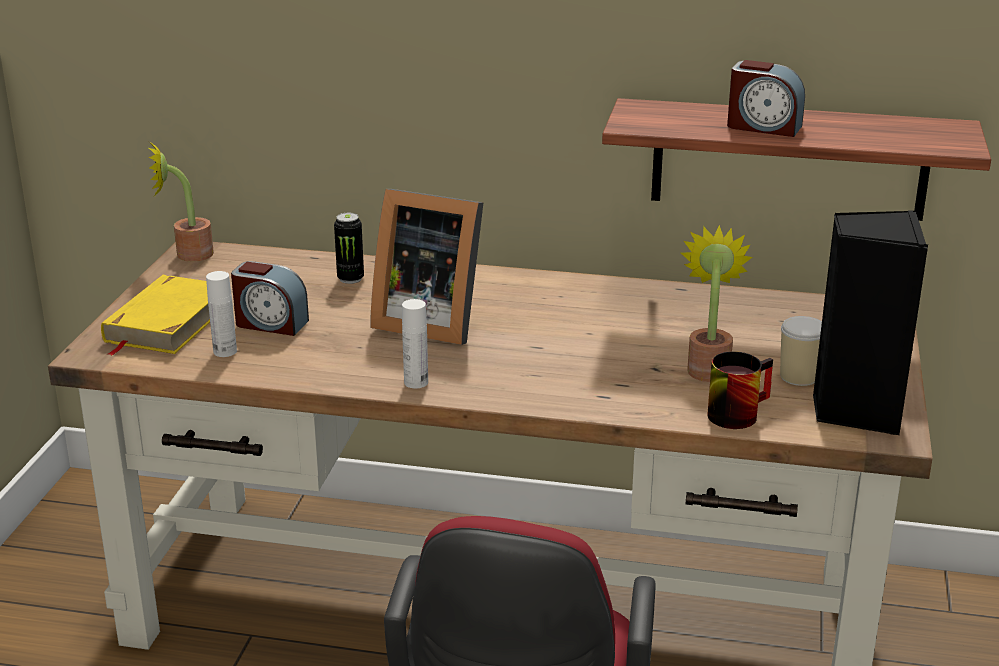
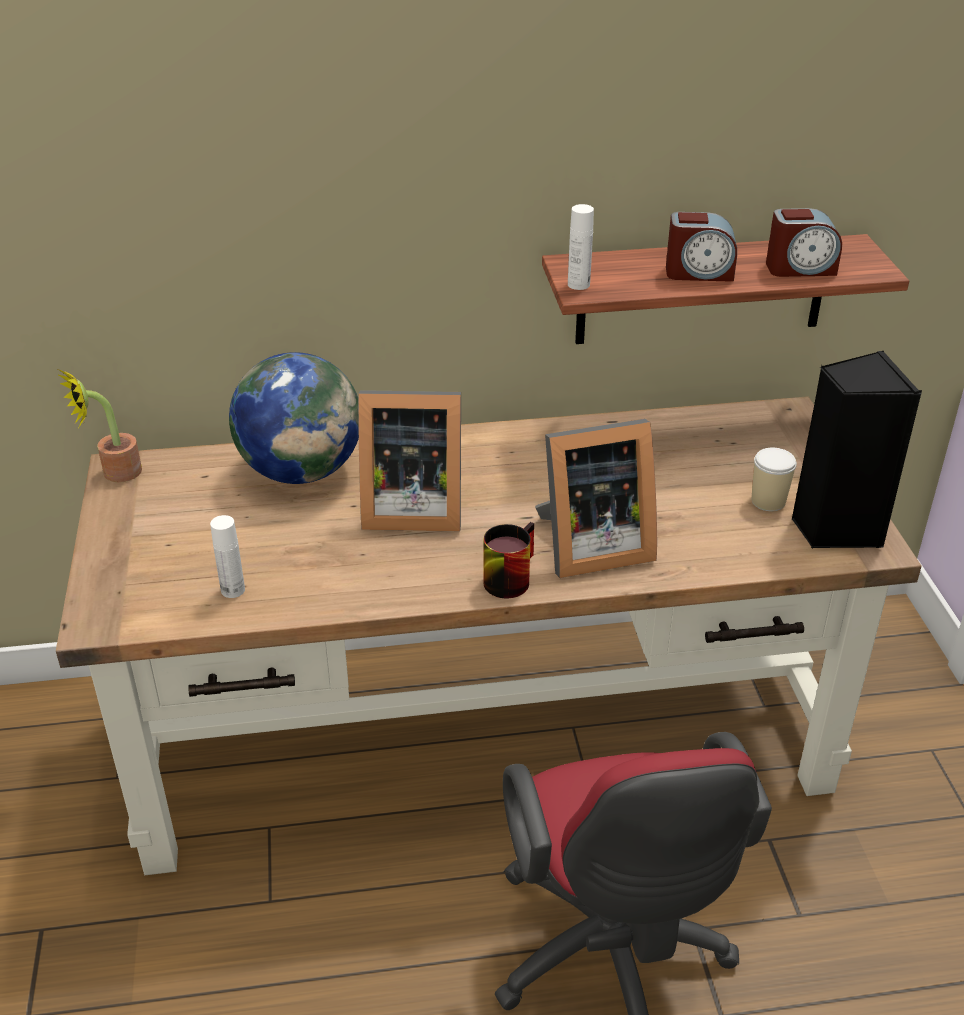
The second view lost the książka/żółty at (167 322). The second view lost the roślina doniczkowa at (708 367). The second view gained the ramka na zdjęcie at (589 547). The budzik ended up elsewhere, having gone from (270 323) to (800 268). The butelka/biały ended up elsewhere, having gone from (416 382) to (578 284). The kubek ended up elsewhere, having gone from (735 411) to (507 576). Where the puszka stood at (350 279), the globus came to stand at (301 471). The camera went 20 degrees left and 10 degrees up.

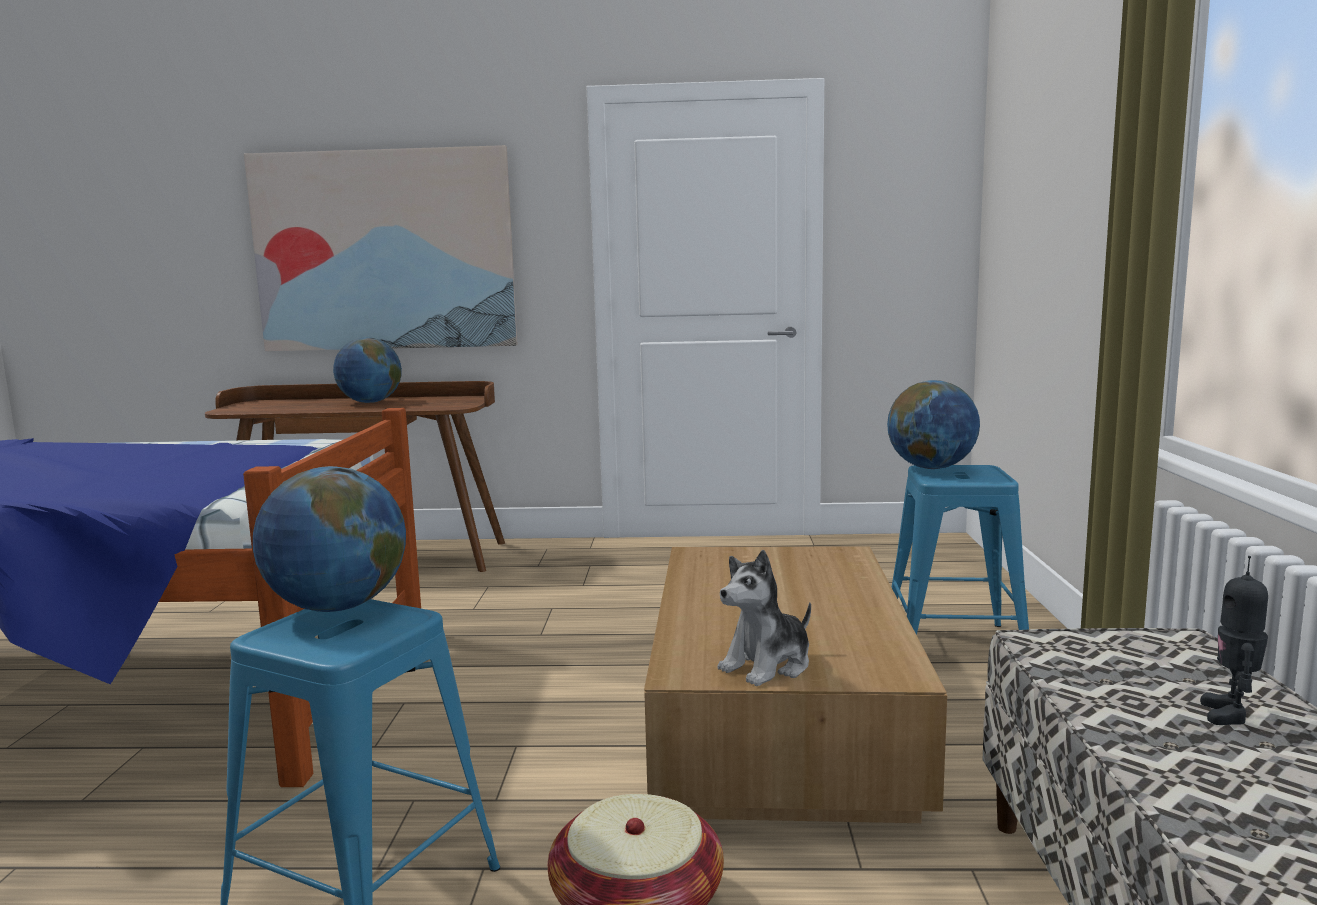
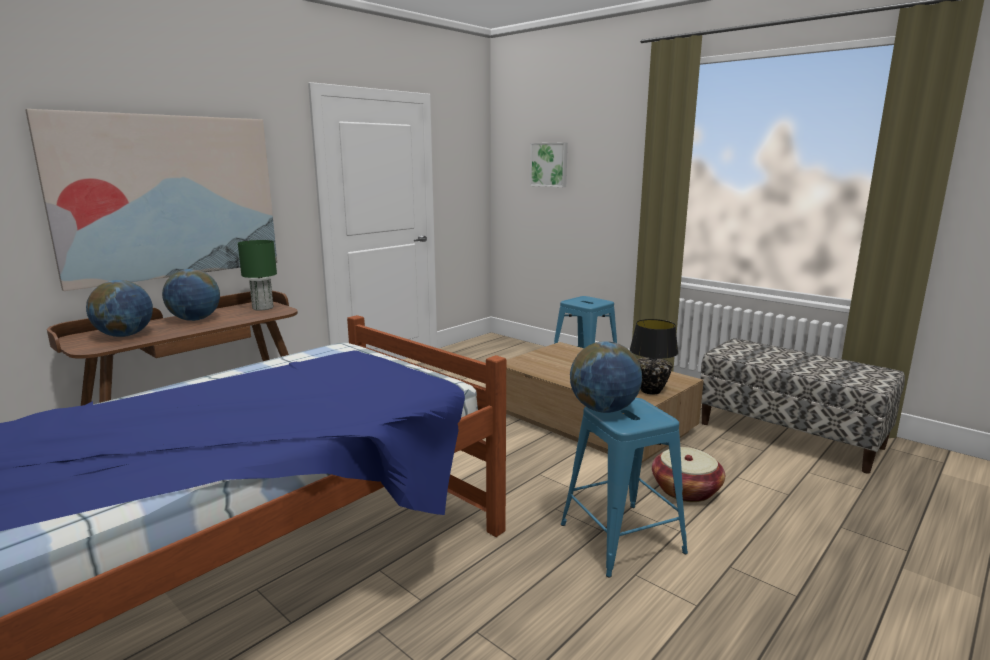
The second view lost the robot zabawkowy at (1230 715). The second view gained the lampa stołowa/zielony at (263 308). The second view gained the obraz at (549 164). The globus ended up elsewhere, having gone from (931 468) to (125 335). Where the pluszak stood at (768 666), the lampa stołowa/czarny came to stand at (650 390). The camera went 50 degrees left and 5 degrees up.

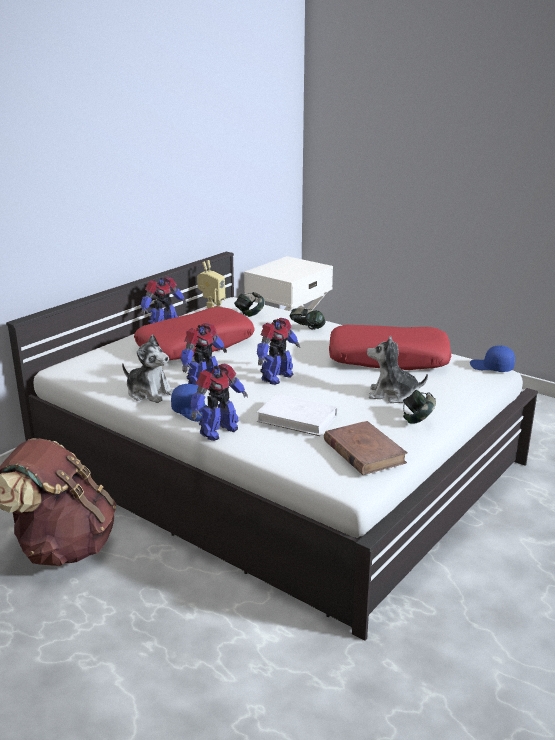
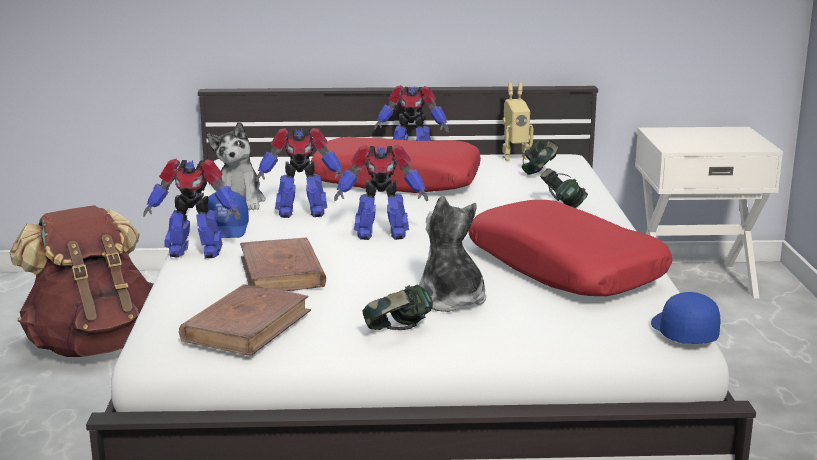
What was the książka/biały at (297 418) turned into the książka/brązowy at (281 272). The camera went 50 degrees right and 5 degrees down.

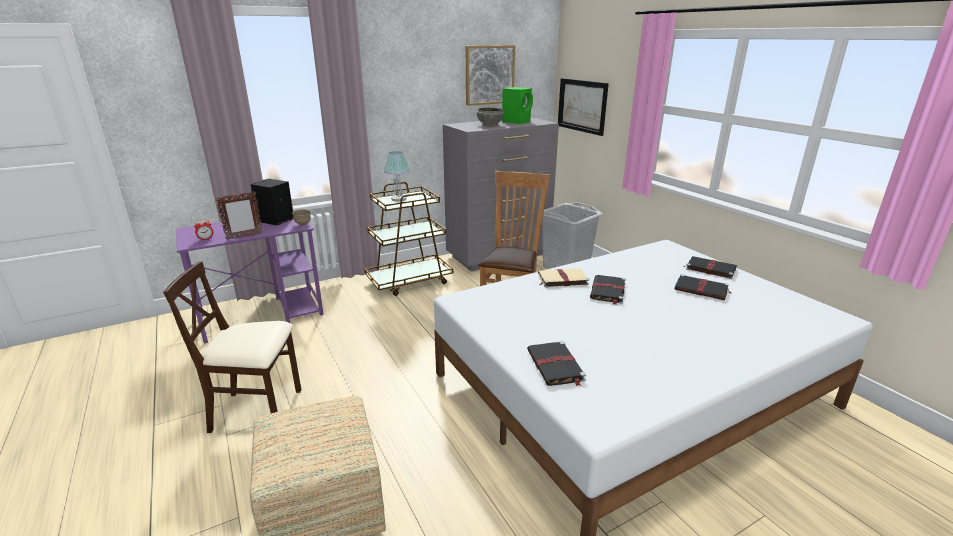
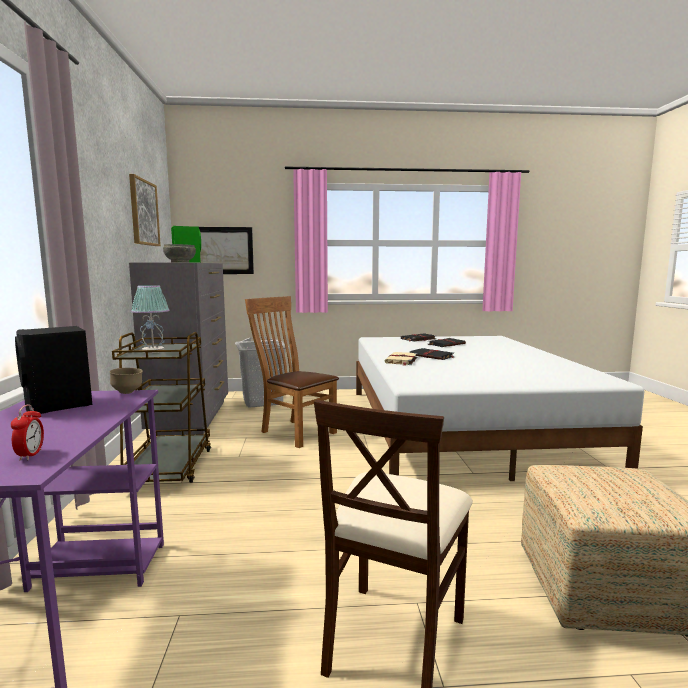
The second view lost the ramka na zdjęcie at (244 237). The second view lost the książka/czarny at (555 366). The camera went 65 degrees left and 15 degrees down.

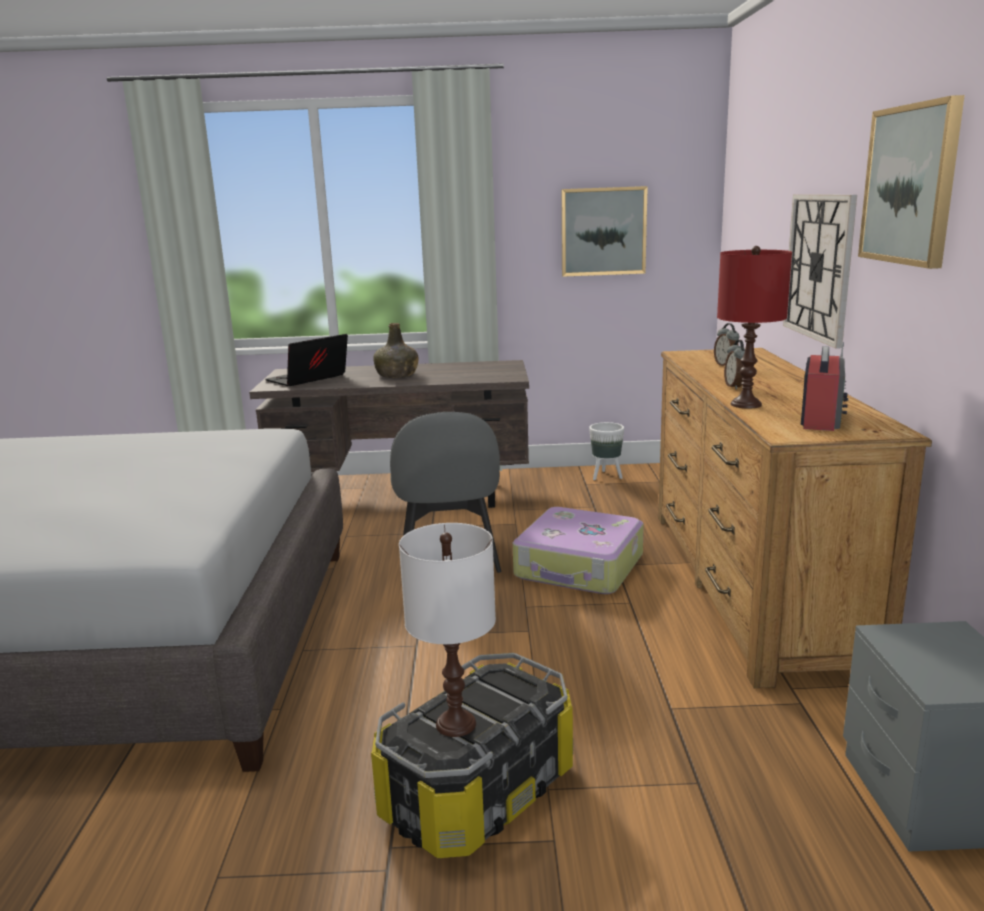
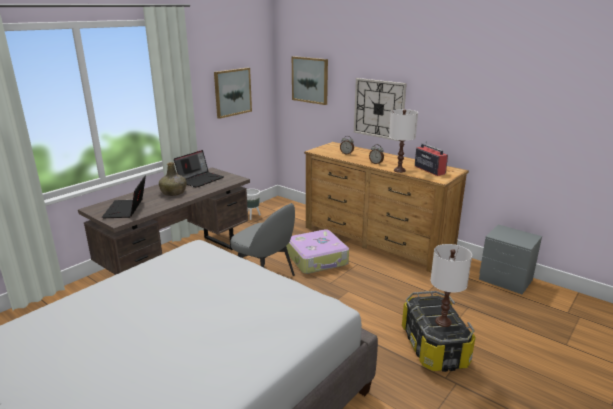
The second view gained the laptop at (200 179). The obraz ended up elsewhere, having gone from (910 185) to (310 80). What was the lampa stołowa/czerwony at (746 404) turned into the lampa stołowa/biały at (399 170). The camera went 50 degrees left and 5 degrees up.

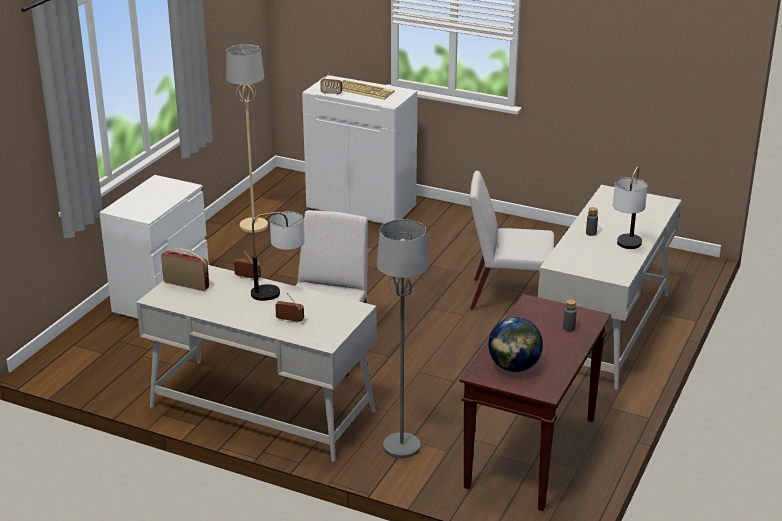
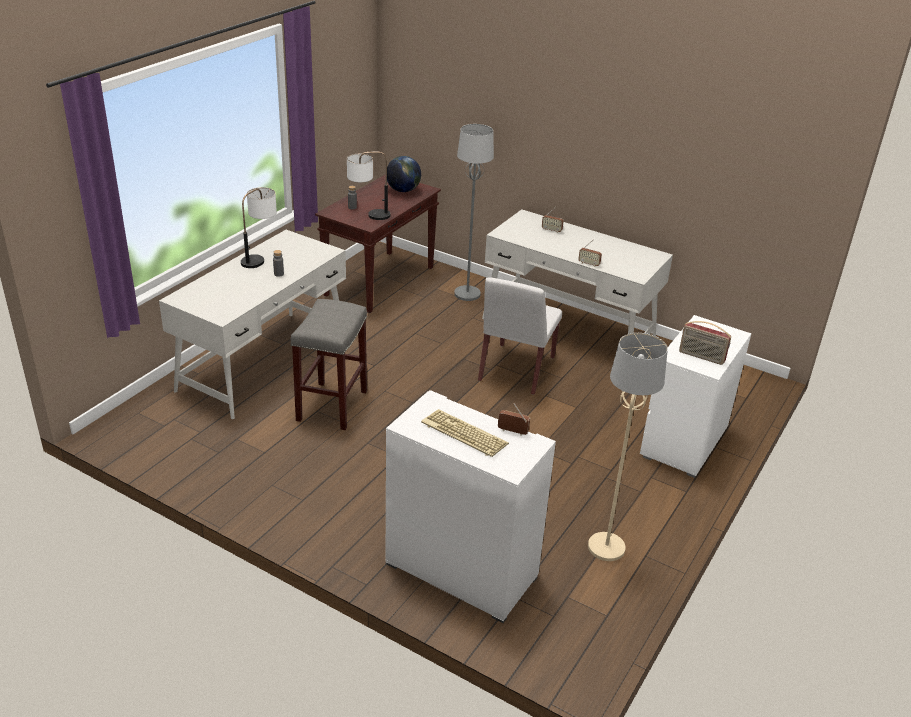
The radio ended up elsewhere, having gone from (187 284) to (701 357). The lampa stołowa ended up elsewhere, having gone from (279 292) to (368 216). Where the krzesło/biały stood at (508 296), the stołek/szary came to stand at (332 406). The camera went 175 degrees left and 5 degrees up.

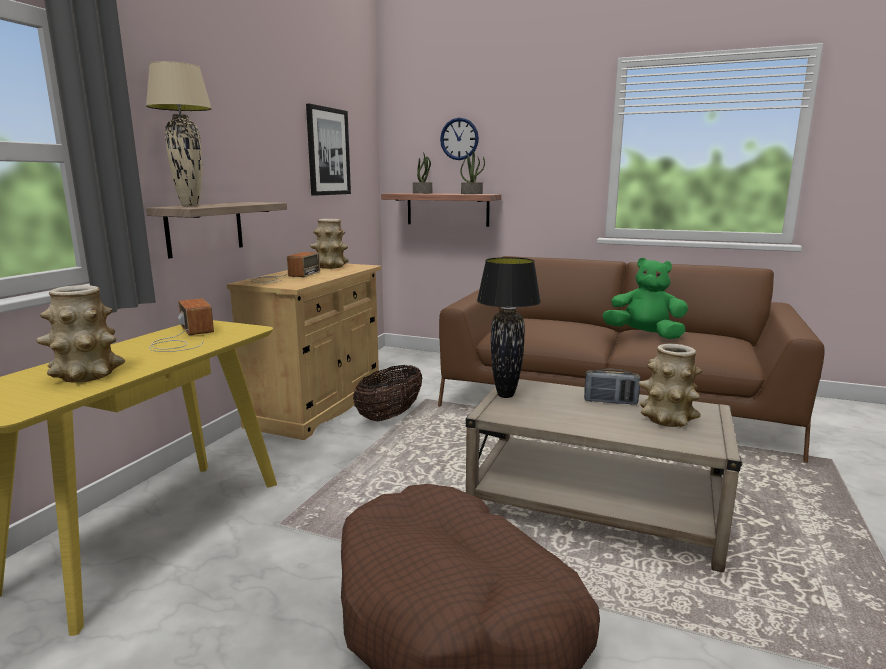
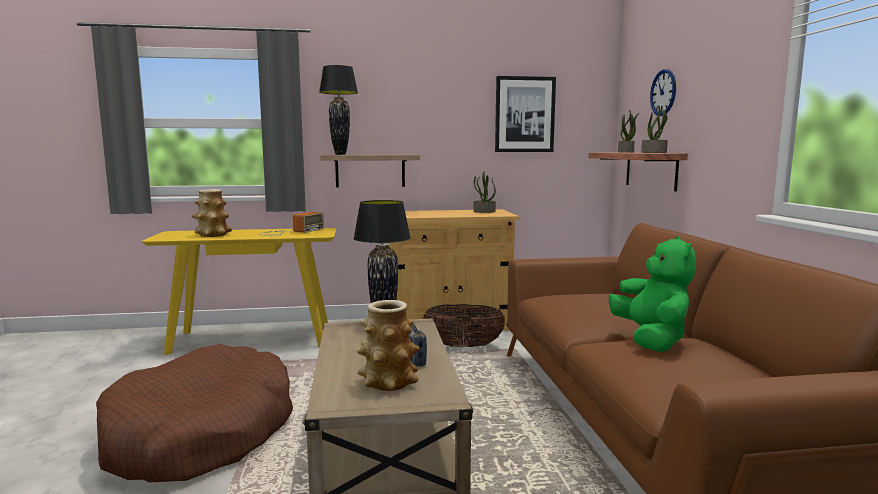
The second view lost the radio at (283 277). Where the wazon stood at (330 267), the roślina doniczkowa came to stand at (484 212). What was the lampa stołowa/beżowy at (189 206) turned into the lampa stołowa/czarny at (340 154). The camera went 60 degrees right and 5 degrees down.

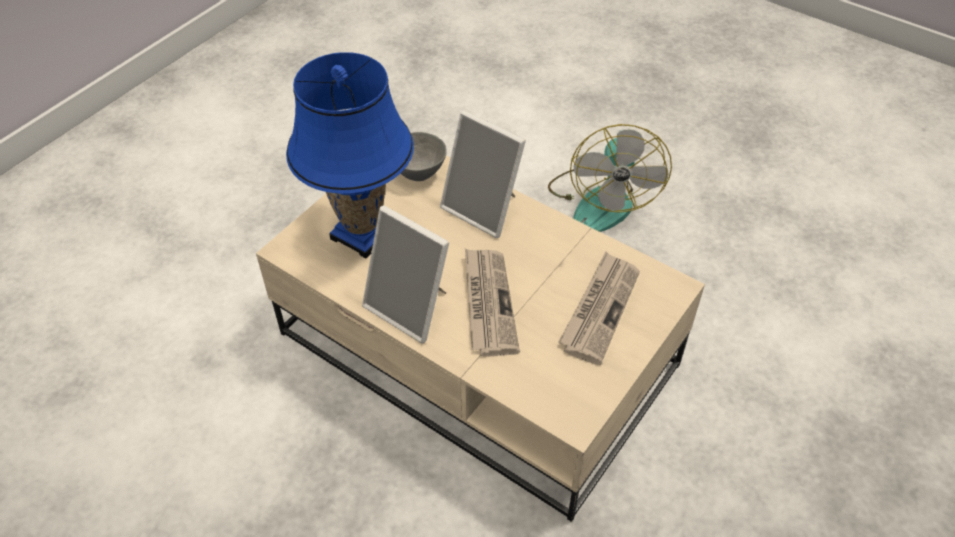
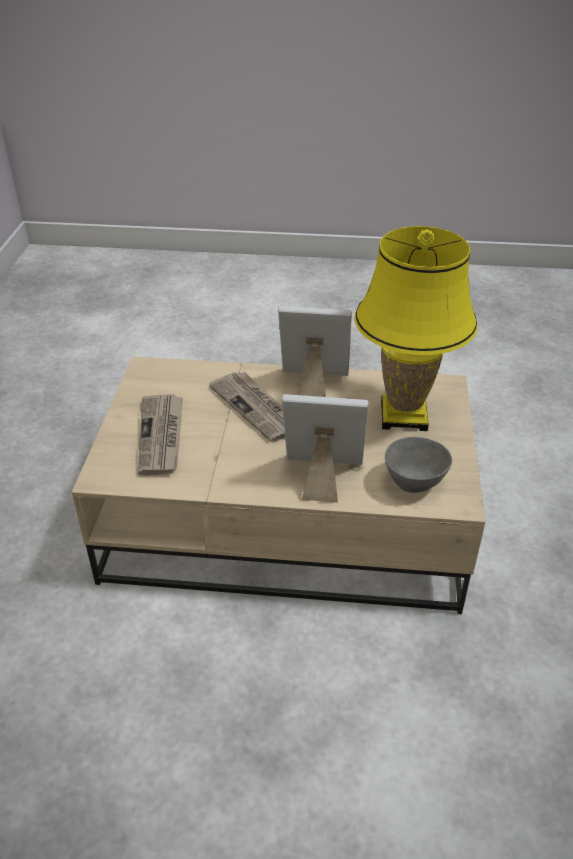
The second view lost the wentylator at (601 200). What was the lampa stołowa/niebieski at (362 234) turned into the lampa stołowa/żółty at (404 416). The camera went 150 degrees right and 10 degrees down.

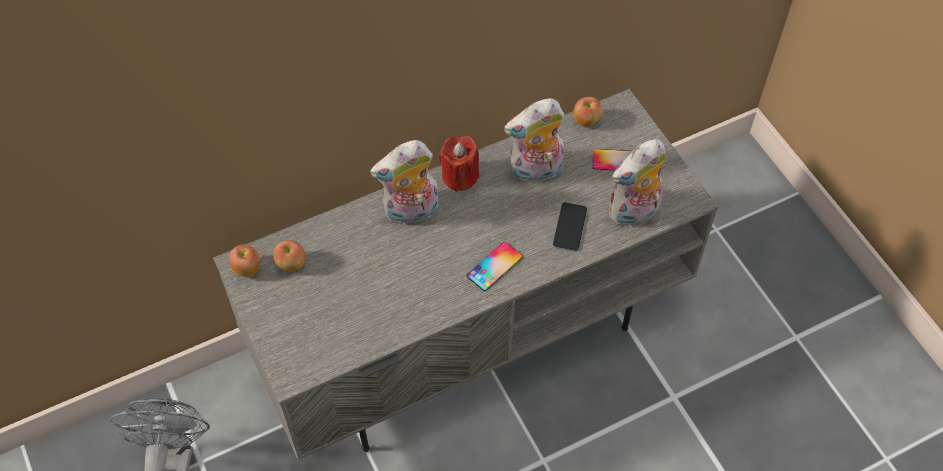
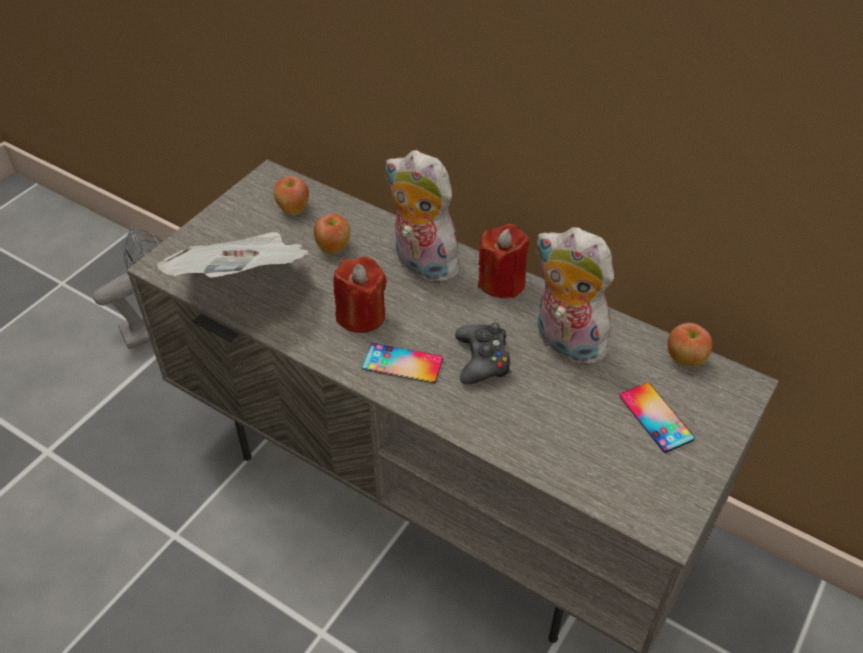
The second view lost the telefon at (570 227). The second view lost the pluszak at (634 213). The second view gained the gazeta at (244 282). The second view gained the świeca/czerwony at (361 315). The second view gained the pad do gier/czarny at (482 360). The jabłko ended up elsewhere, having gone from (247 269) to (334 248). The camera went 60 degrees right and 10 degrees down.

